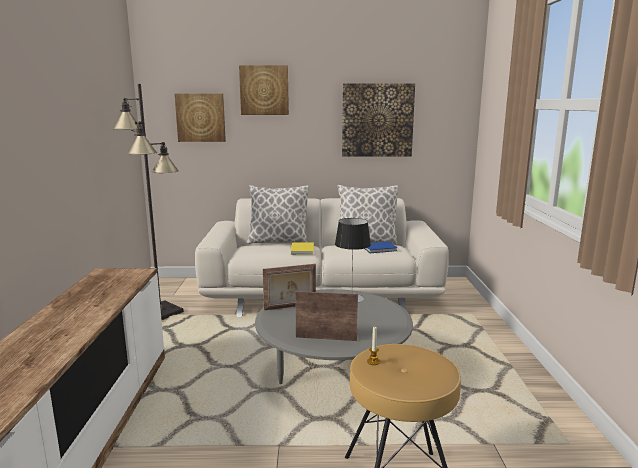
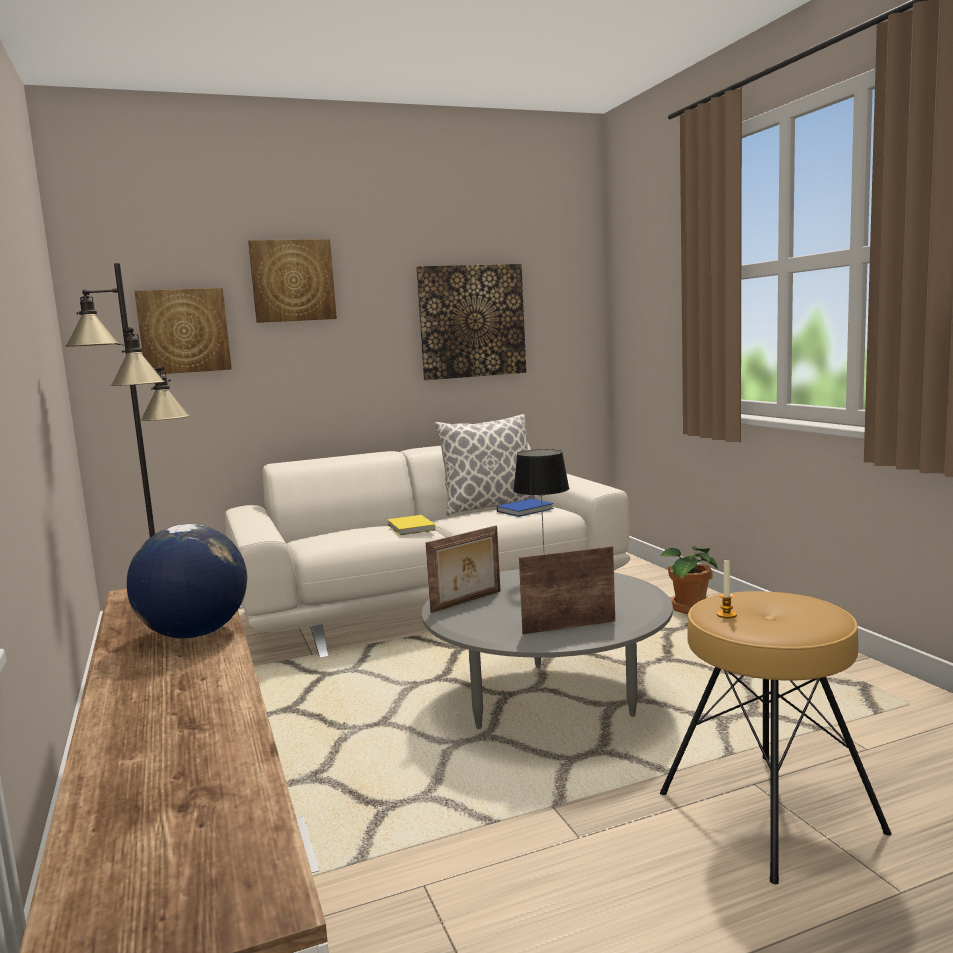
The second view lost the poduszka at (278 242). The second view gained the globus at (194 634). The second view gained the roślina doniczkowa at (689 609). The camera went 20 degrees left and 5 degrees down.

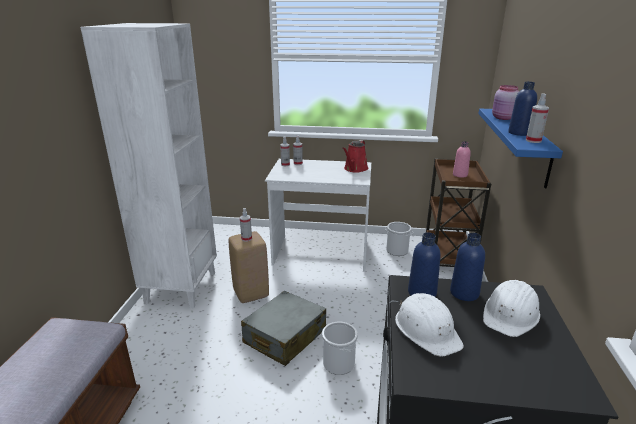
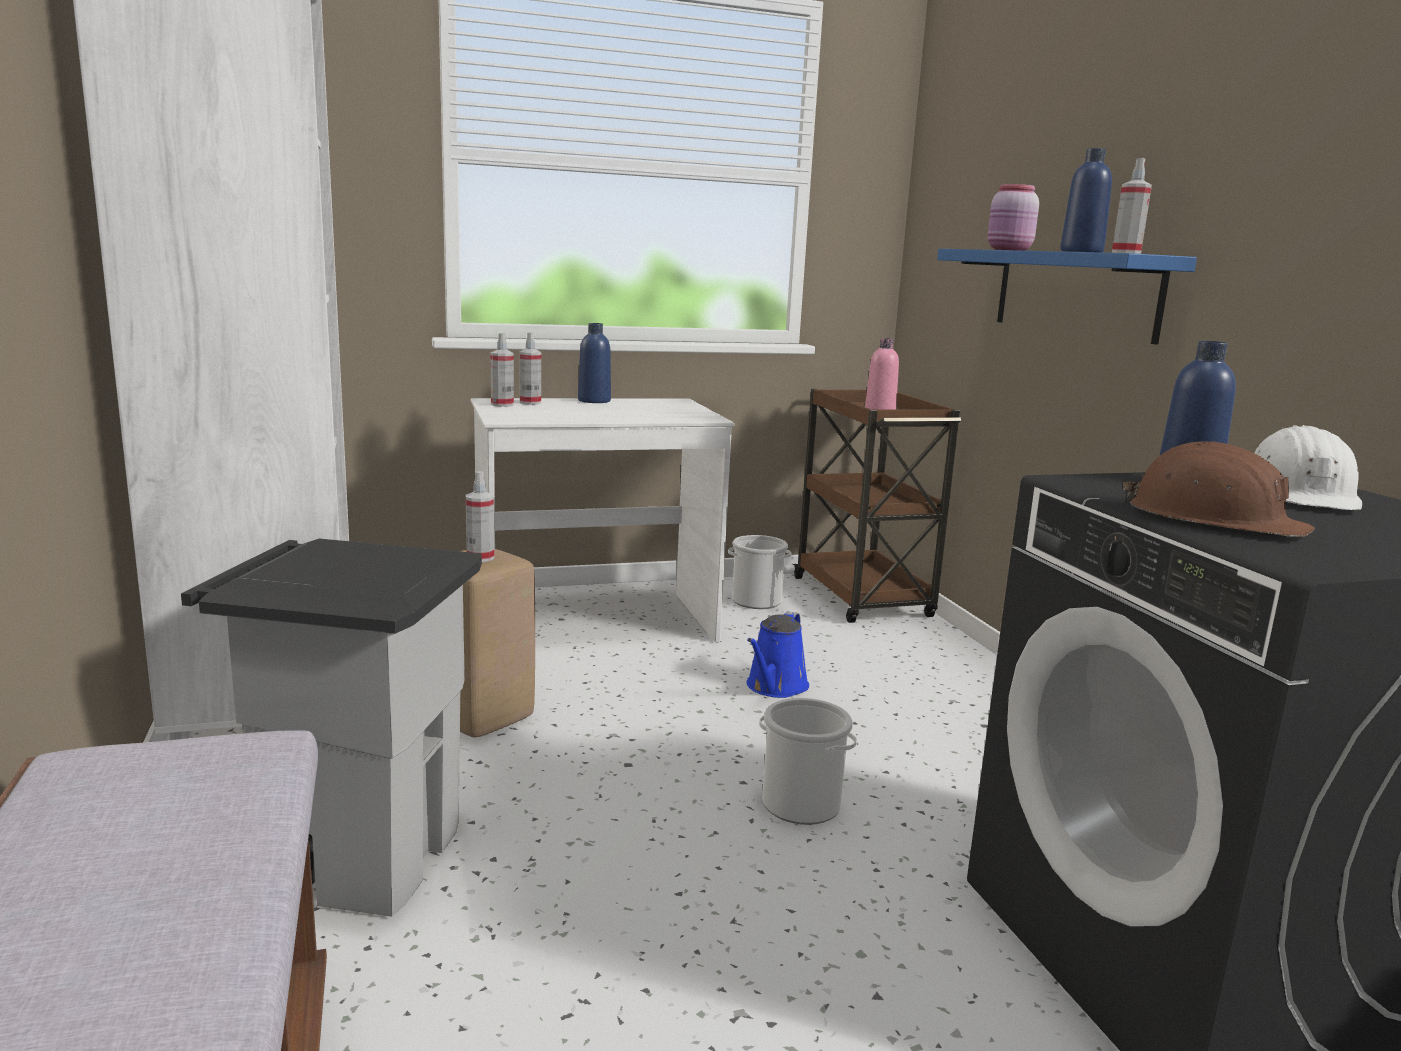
The second view lost the walizka/szary at (284 337). The second view lost the konewka/czerwony at (355 169). The second view gained the kosz na śmieci/szary at (358 856). The second view gained the konewka/niebieski at (775 687). The butelka/niebieski ended up elsewhere, having gone from (422 293) to (594 401). What was the kask/biały at (427 330) turned into the kask/brązowy at (1214 519). The camera went 25 degrees left and 10 degrees down.

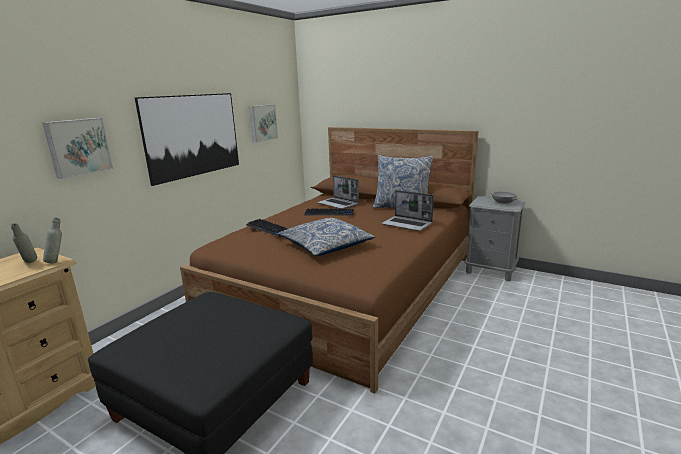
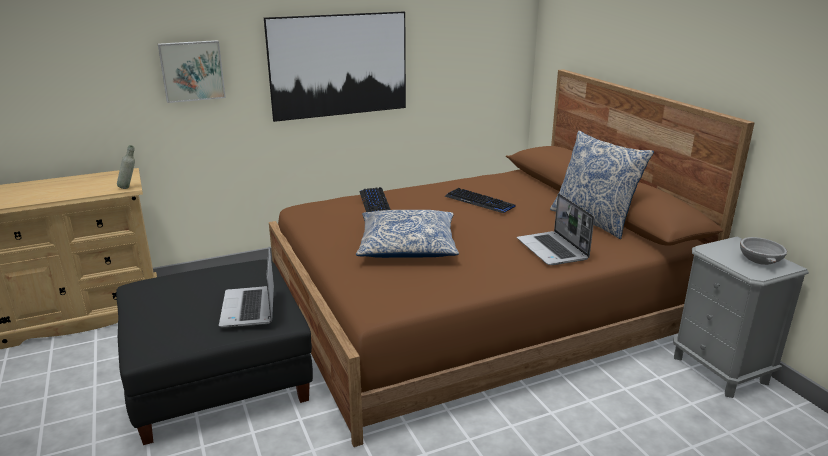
The second view lost the butelka/szary at (29 263). The second view lost the obraz at (262 123). The laptop ended up elsewhere, having gone from (338 204) to (249 308). The camera went 35 degrees right and 5 degrees up.

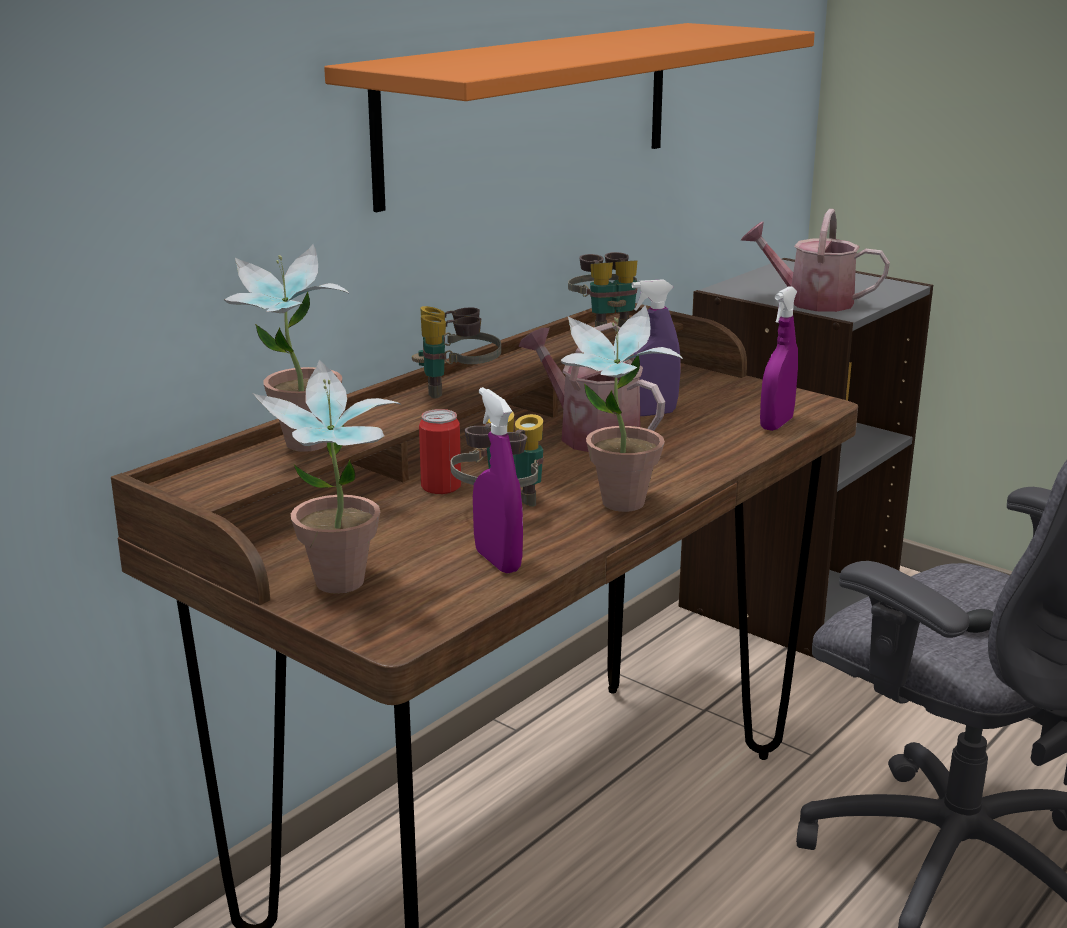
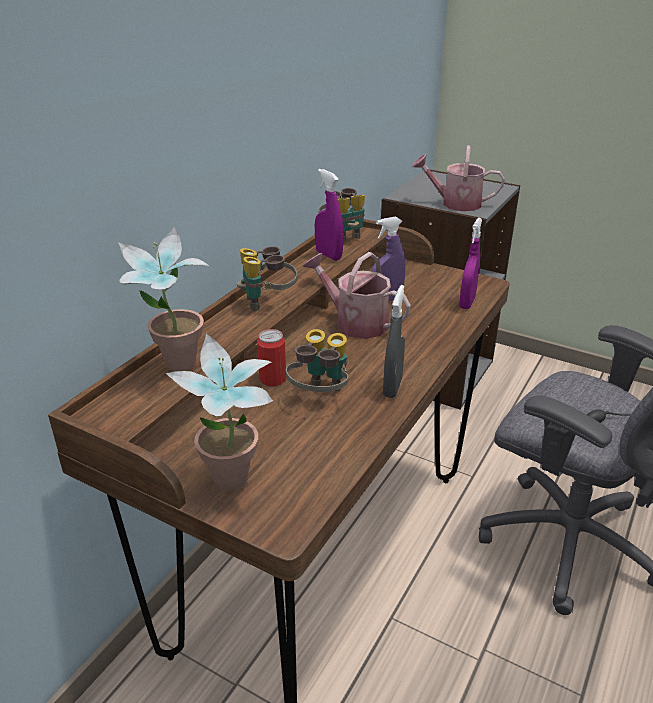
The second view lost the półka/pomarańczowy at (531 109). The spryskiwacz/fioletowy ended up elsewhere, having gone from (497 561) to (328 255). Where the roślina doniczkowa stood at (613 508), the spryskiwacz/szary came to stand at (392 387). The camera went 10 degrees left and 10 degrees up.

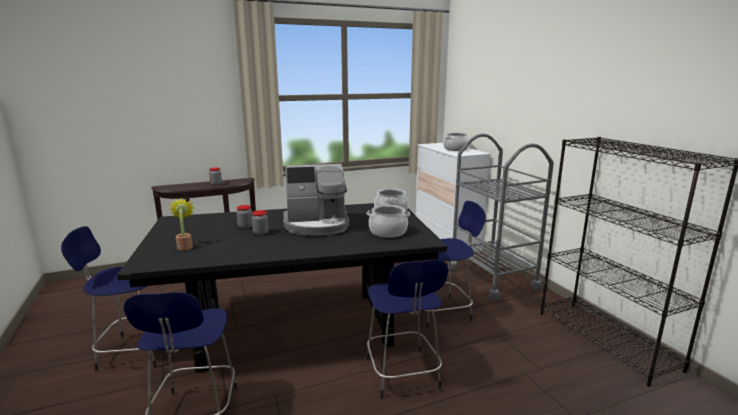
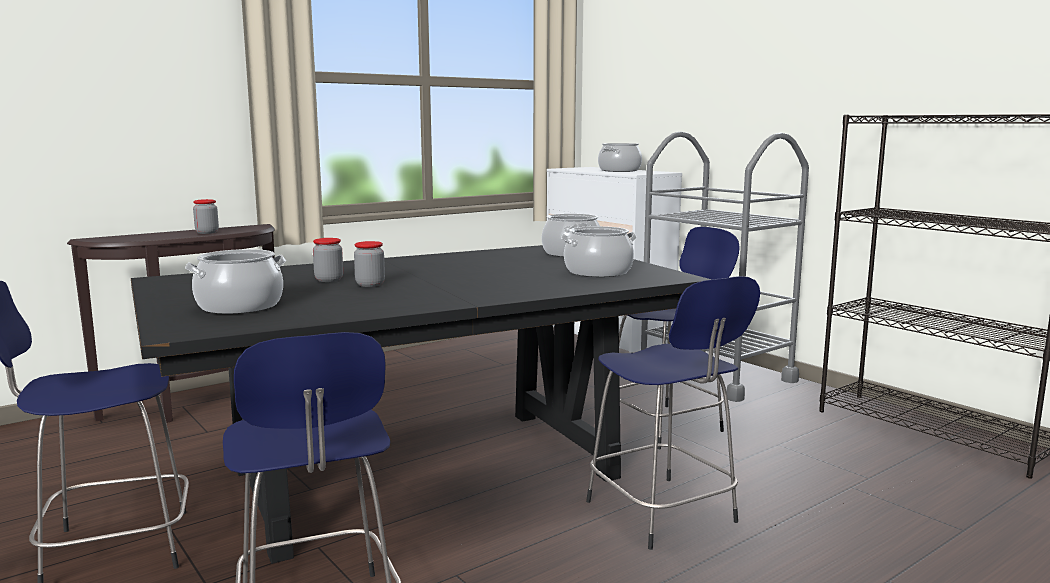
The second view lost the ekspres do kawy at (317 225). Where the roślina doniczkowa stood at (185 246), the garnek came to stand at (240 306). The camera went 15 degrees left and 5 degrees down.

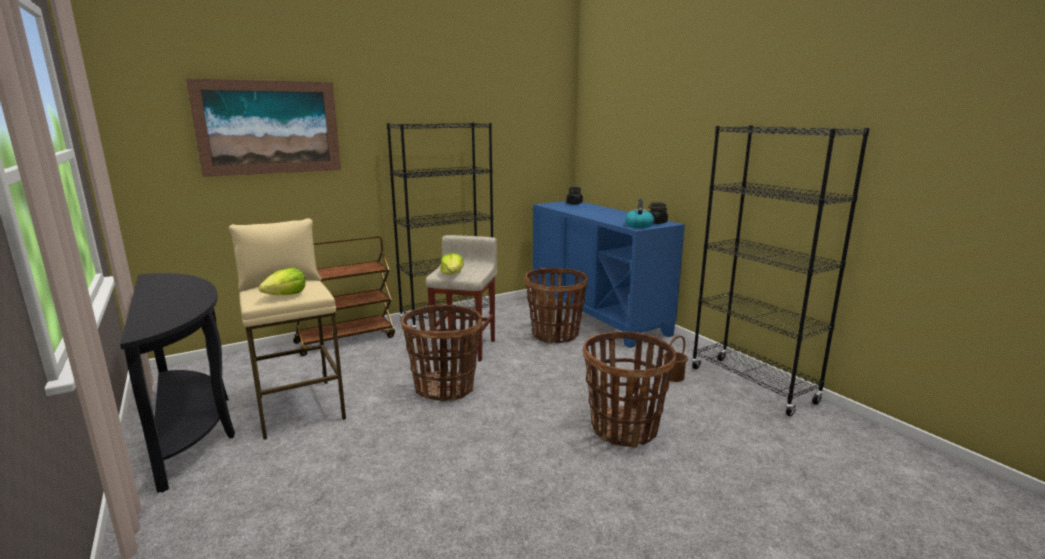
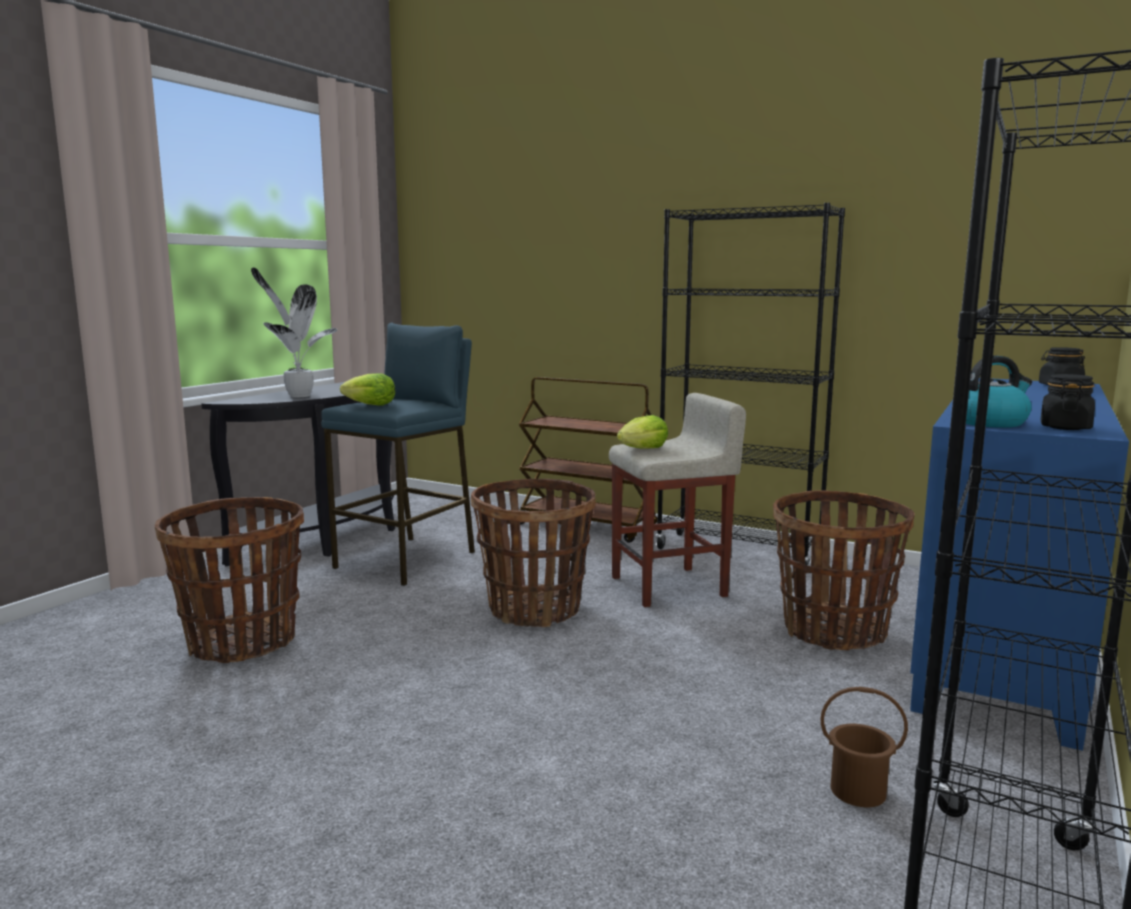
The second view lost the obraz at (269 127). The second view gained the roślina doniczkowa at (297 396). The koszyk ended up elsewhere, having gone from (624 428) to (242 642). What was the stołek/beżowy at (300 407) turned into the stołek/niebieski at (407 560). The camera went 60 degrees right and 5 degrees down.

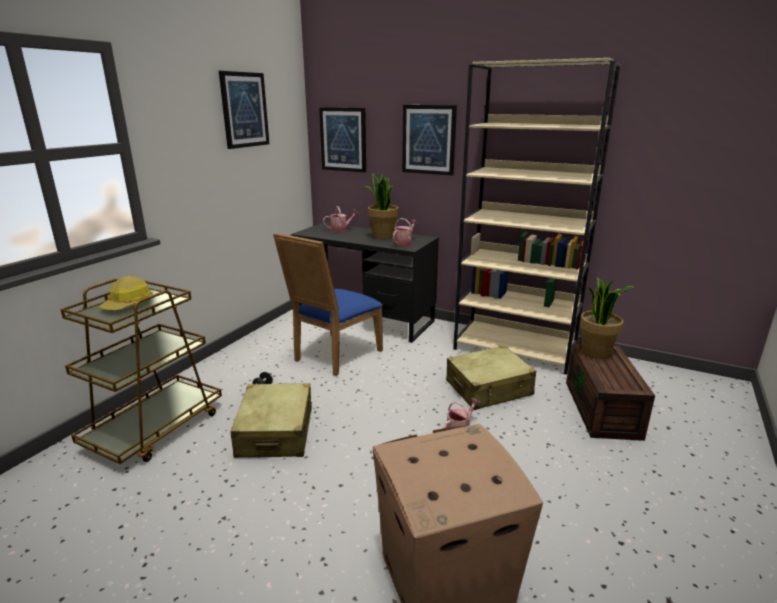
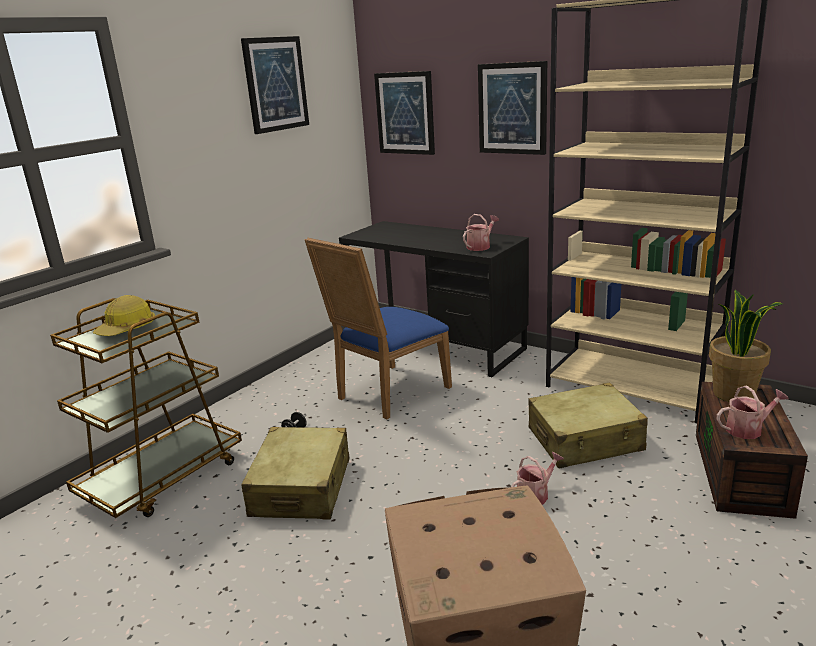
The second view lost the roślina doniczkowa at (382 236). The konewka ended up elsewhere, having gone from (341 229) to (748 429). The camera went 10 degrees right and 0 degrees up.

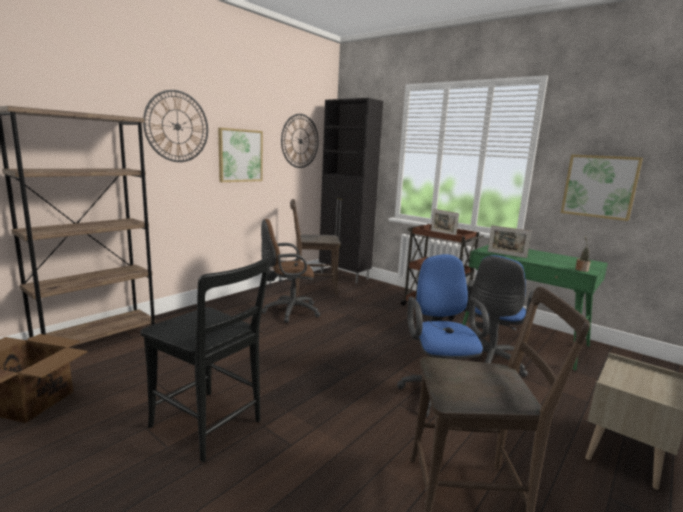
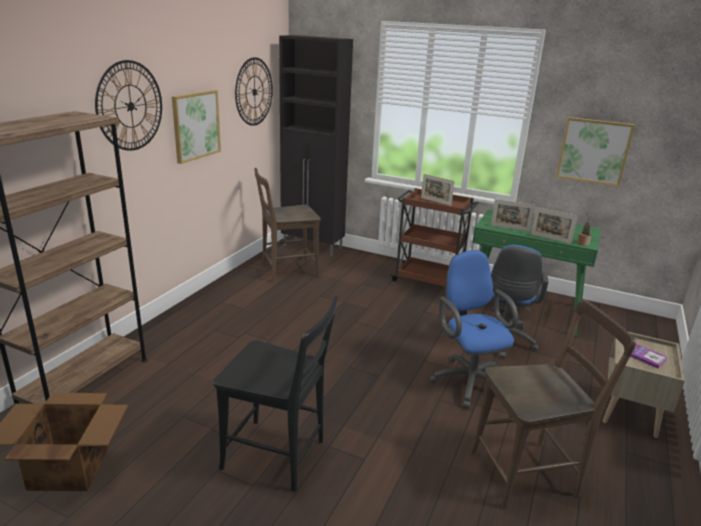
The second view lost the krzesło biurowe/brązowy at (288 311). The second view gained the ramka na zdjęcie at (550 239). The second view gained the książka at (645 356). The camera went 15 degrees left and 10 degrees up.

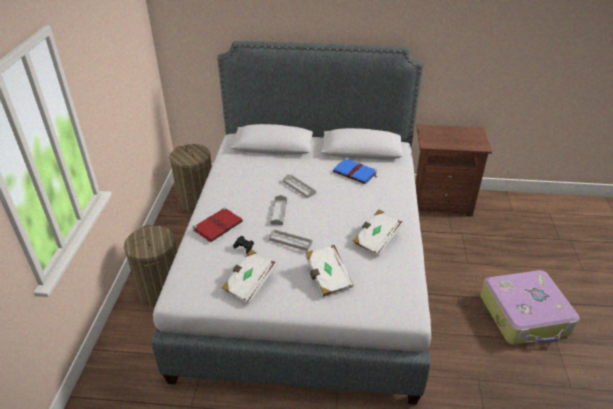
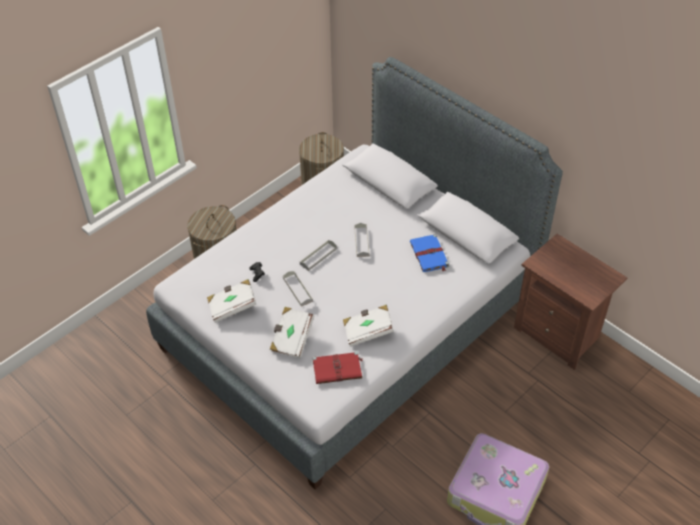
The książka/czerwony ended up elsewhere, having gone from (218 225) to (338 369). The camera went 40 degrees right and 10 degrees up.

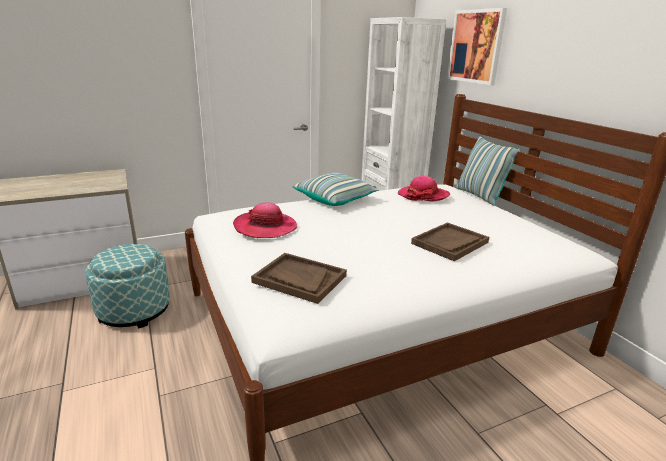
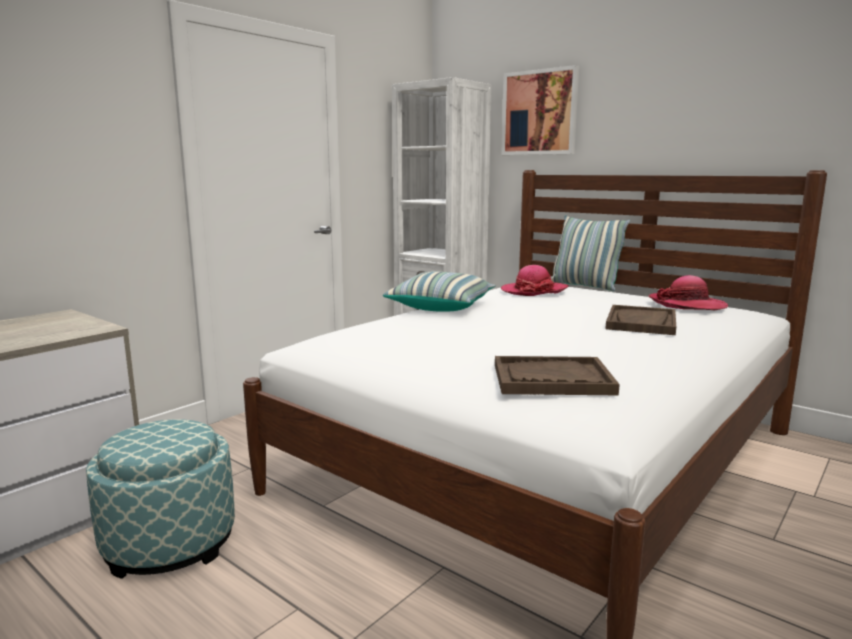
The kapelusz ended up elsewhere, having gone from (265 227) to (687 305). The camera went 25 degrees left and 10 degrees down.

